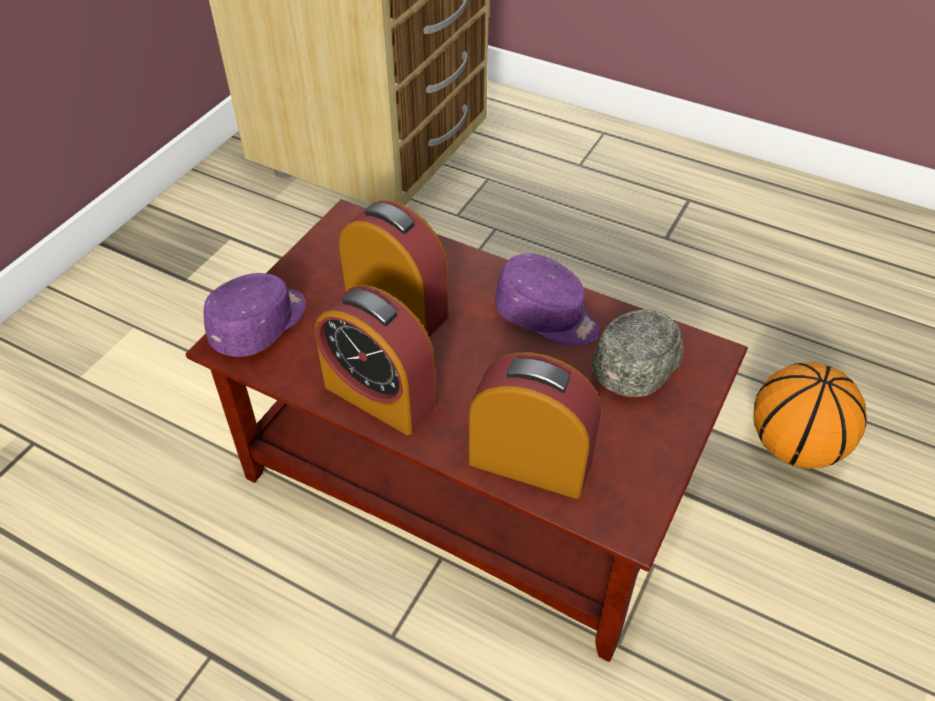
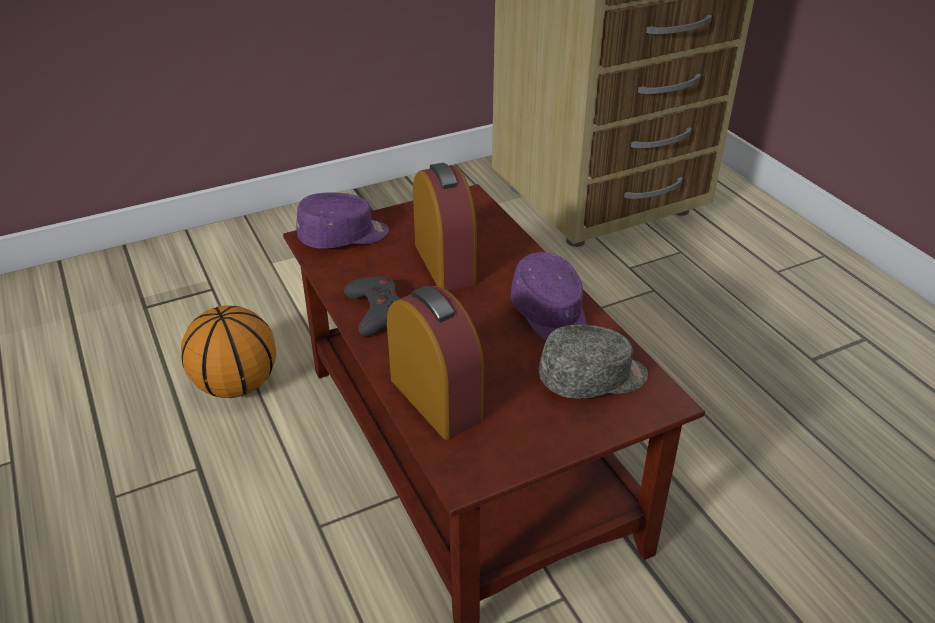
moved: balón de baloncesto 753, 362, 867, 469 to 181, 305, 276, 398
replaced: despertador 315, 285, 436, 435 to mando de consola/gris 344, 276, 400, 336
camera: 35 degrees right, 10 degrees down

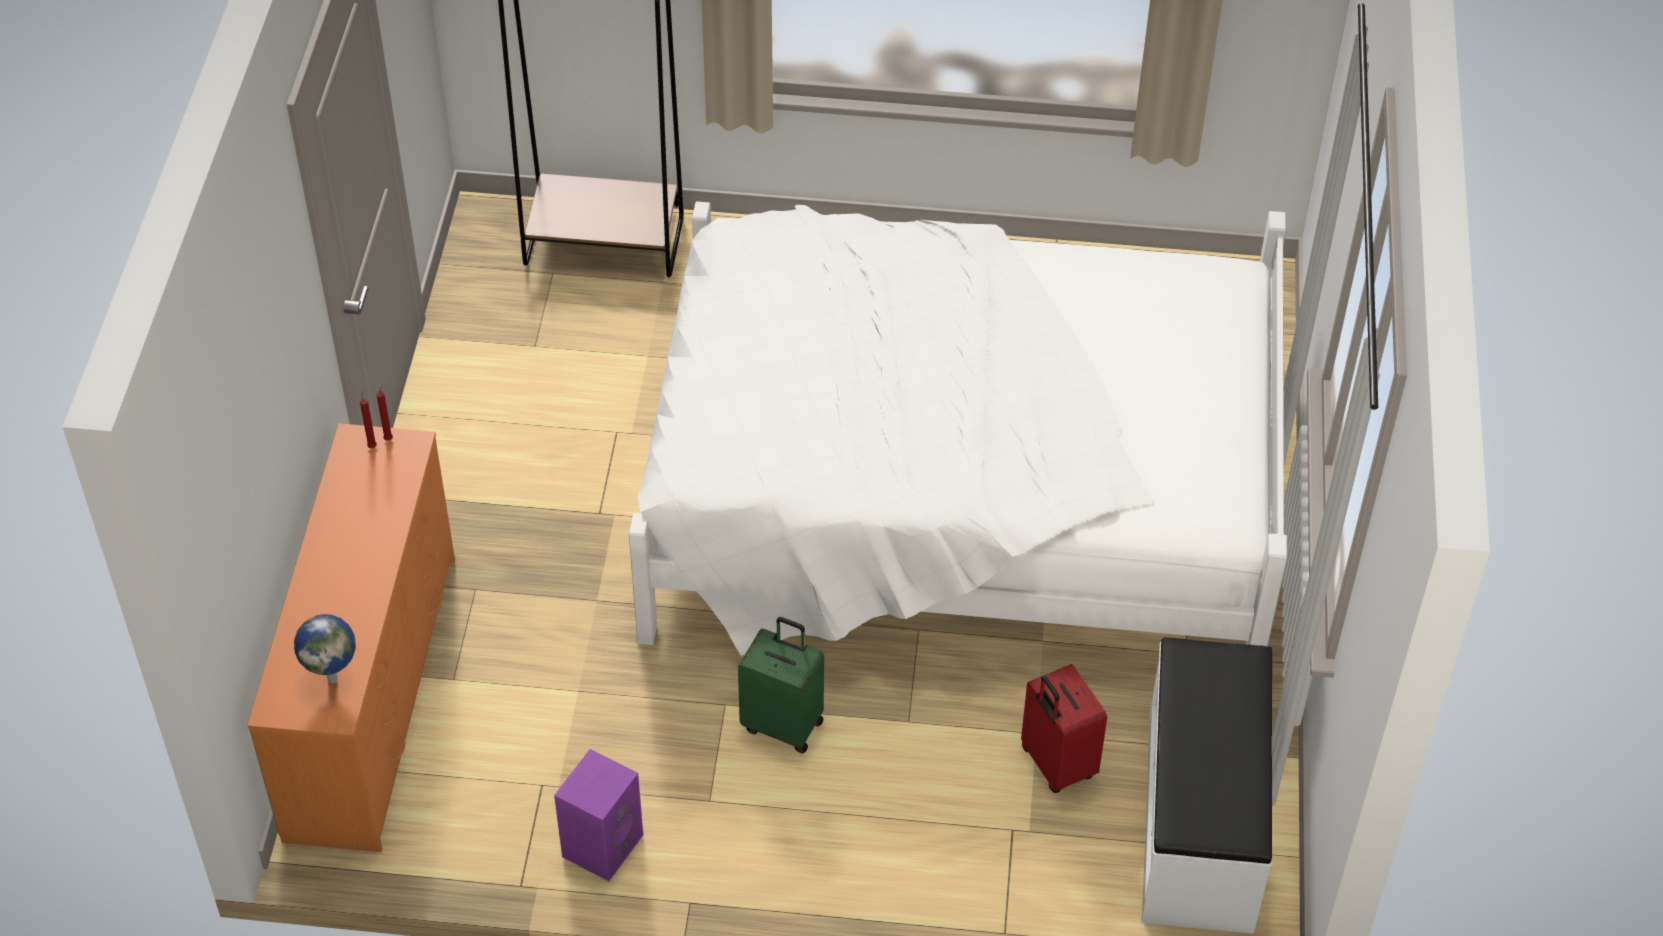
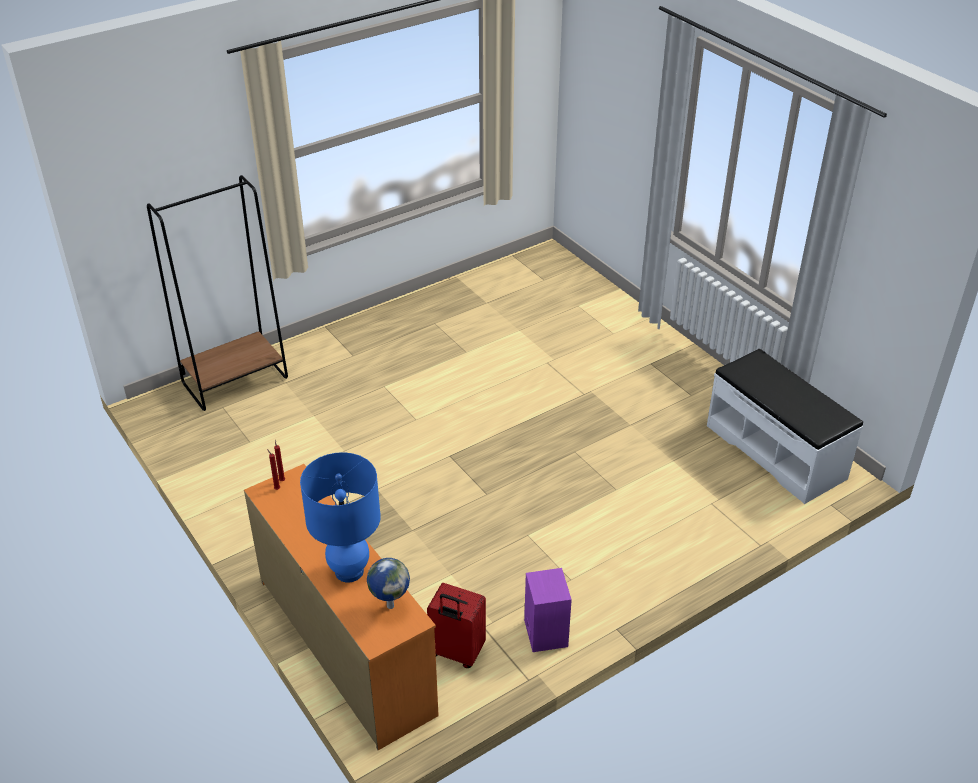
removed: cama/blanco 629, 201, 1288, 656; maleta/verde 738, 617, 824, 753
added: lámpara de mesa/azul 300, 452, 381, 583
moved: maleta/rojo 1021, 664, 1107, 793 to 427, 583, 486, 668
camera: 40 degrees left, 10 degrees down

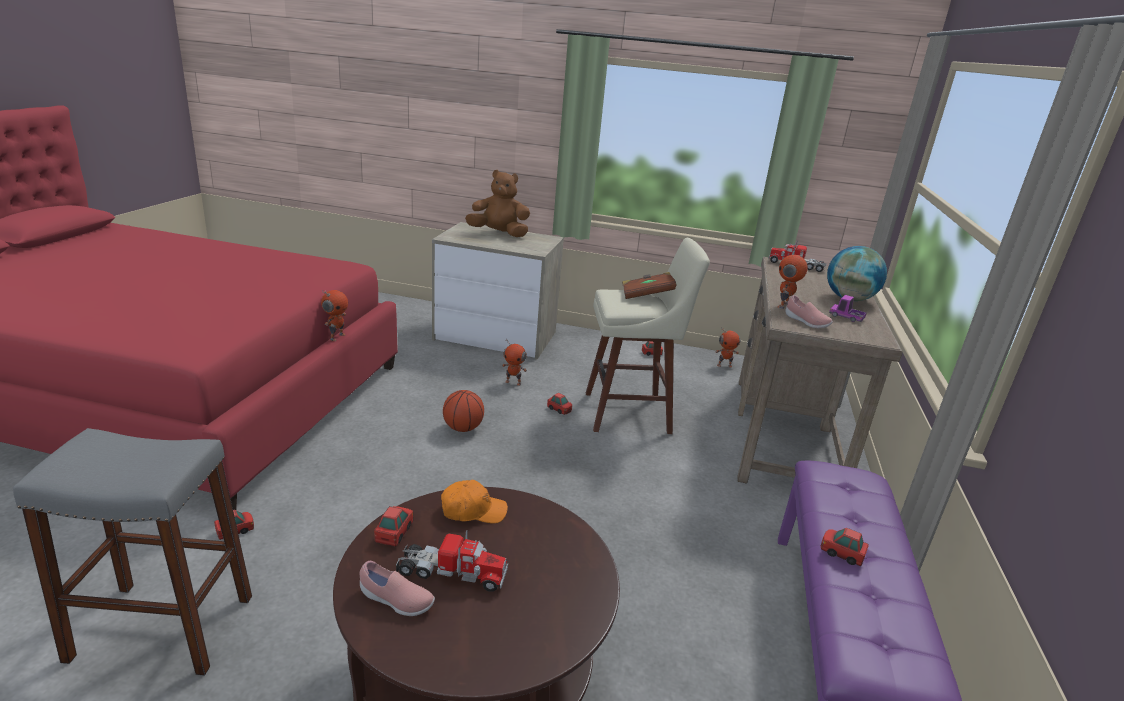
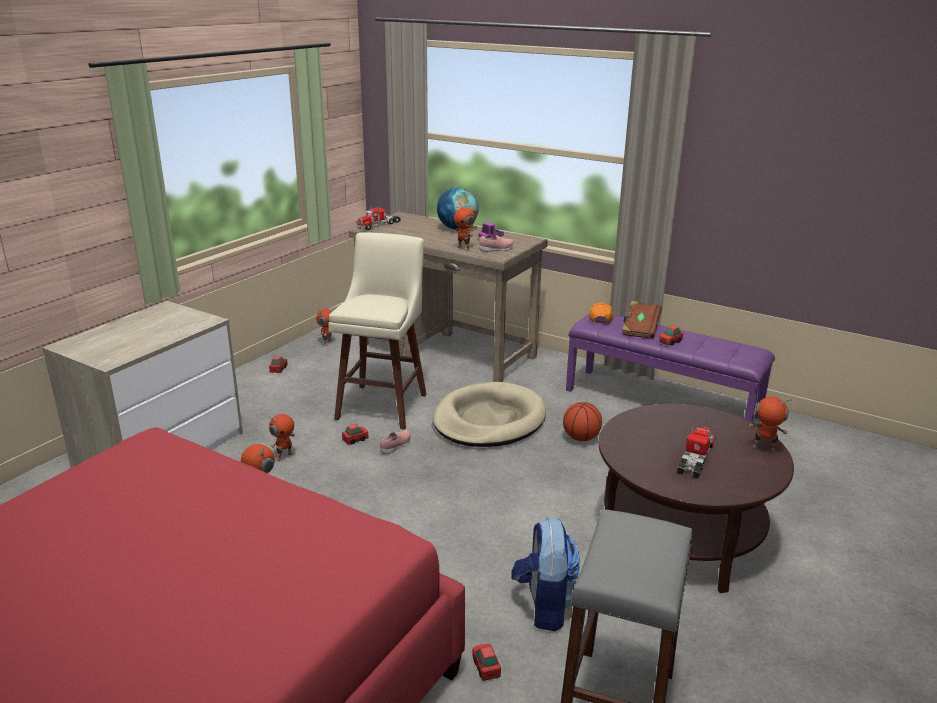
removed: coche de juguete 374, 506, 413, 547; peluche/marrón 465, 170, 530, 237
added: cama para perro/beis 433, 382, 546, 447; mochila 511, 517, 580, 631; robot de juguete 749, 397, 792, 452
moved: zapato/rosa 360, 561, 435, 616 to 380, 430, 411, 454; gorra/naranja 441, 480, 508, 524 to 589, 302, 613, 323; balón de baloncesto 443, 390, 484, 432 to 563, 402, 602, 441; libro/marrón 622, 272, 676, 299 to 622, 301, 662, 339
camera: 70 degrees left, 0 degrees up

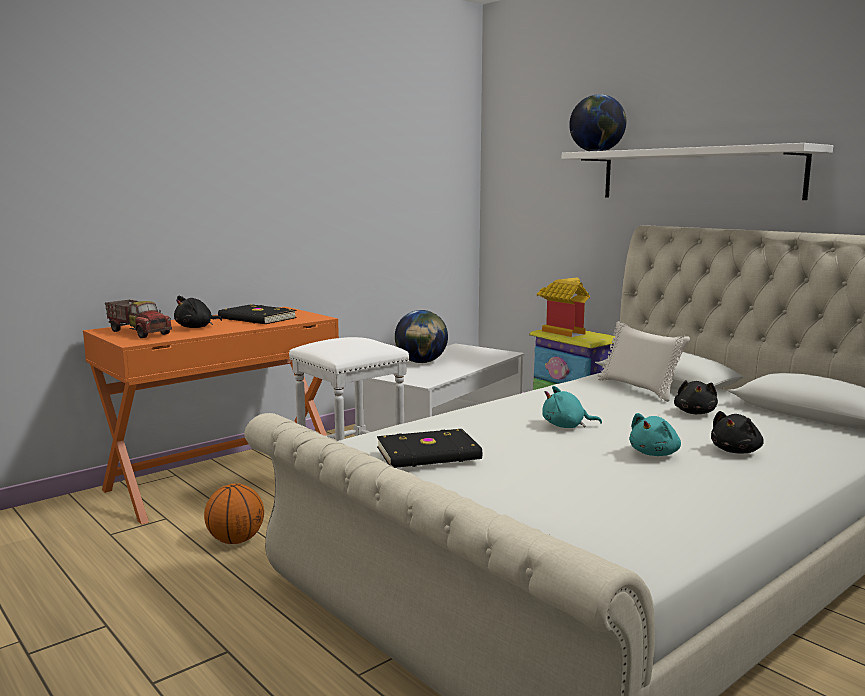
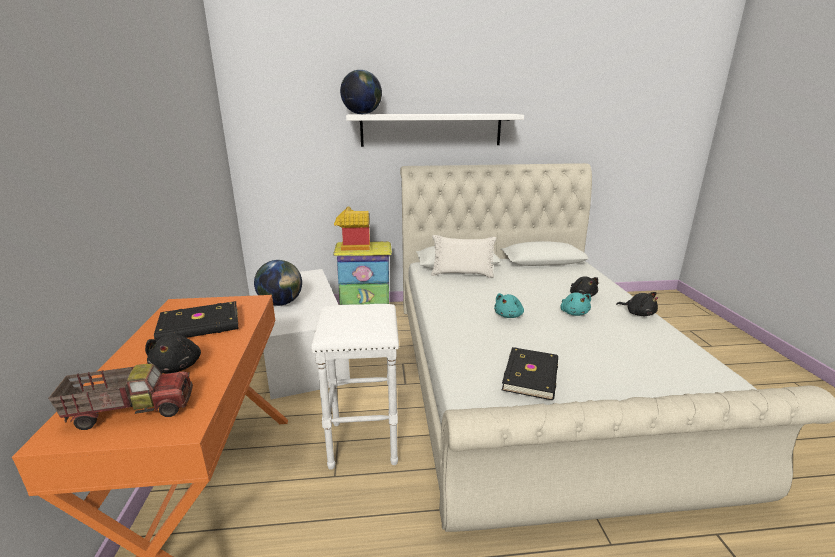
removed: balón de baloncesto 204, 483, 264, 544
moved: peluche/negro 674, 380, 718, 414 to 616, 292, 658, 316
camera: 55 degrees left, 10 degrees up

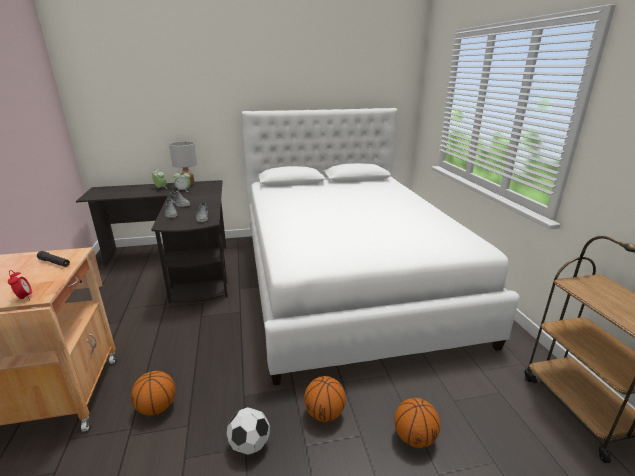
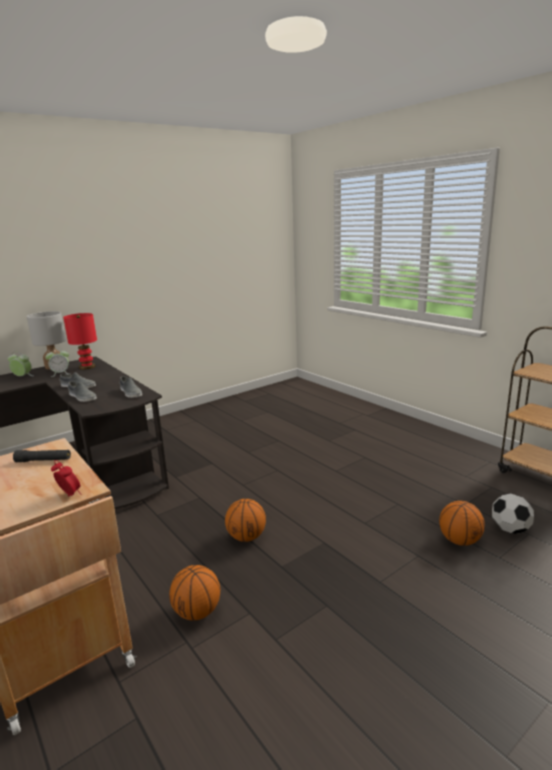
removed: cama/blanco 241, 108, 520, 385
added: lámpara de mesa/rojo 63, 313, 97, 370
moved: balón de fútbol 226, 407, 270, 455 to 492, 494, 534, 534; balón de baloncesto 304, 376, 346, 422 to 225, 499, 266, 542
camera: 25 degrees left, 5 degrees down

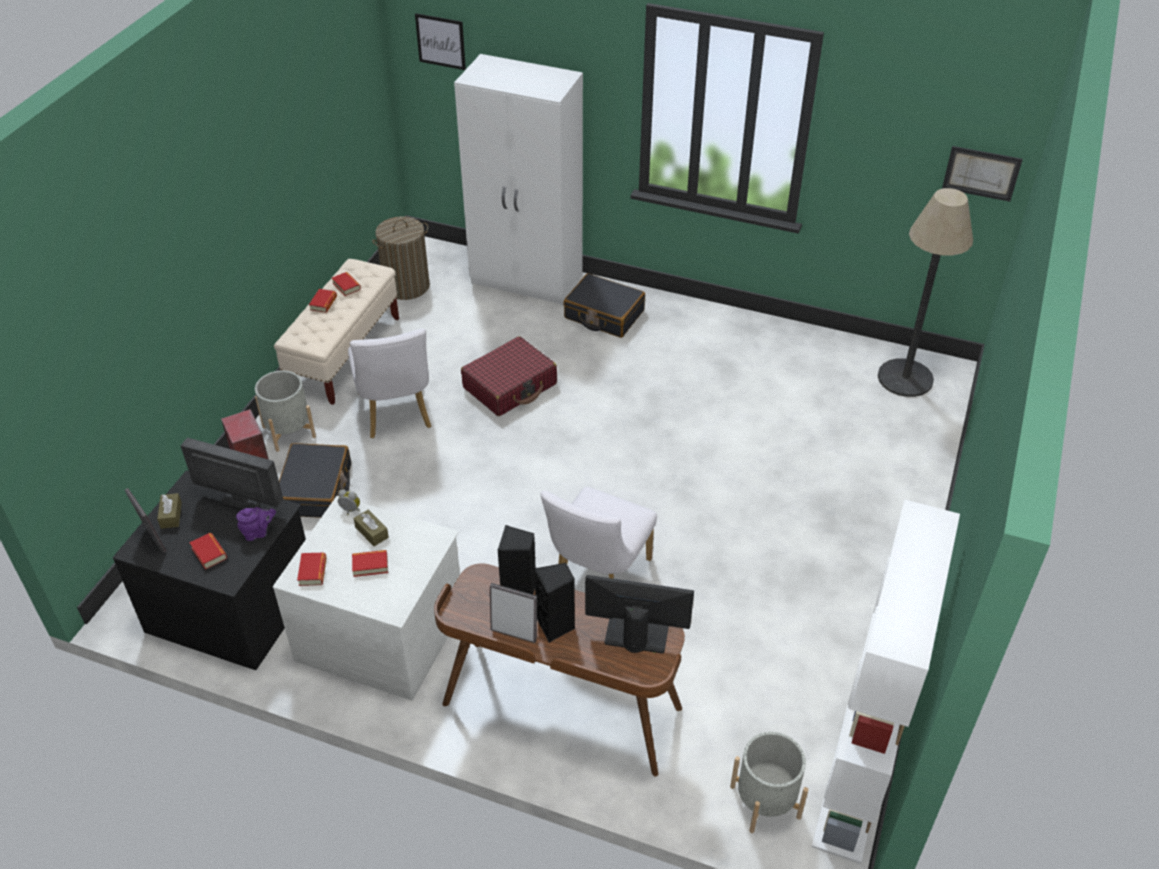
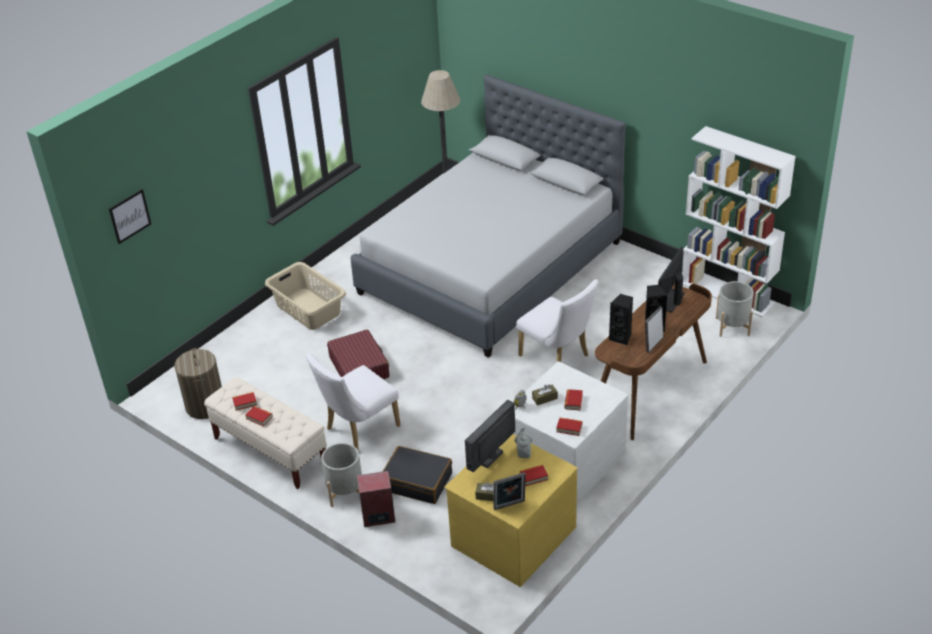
removed: armario ropero/blanco 454, 54, 583, 306; cuadro 942, 146, 1023, 202
added: cama/gris 351, 75, 626, 358
replaced: maleta/negro 563, 273, 645, 338 to cesto de la ropa/beis 265, 262, 346, 330
recoloured: cómoda/negro 113, 470, 306, 670 to cómoda/amarillo 444, 434, 578, 587; tetera/morado 236, 507, 276, 541 to tetera/gris 514, 427, 532, 458
turned: silla/blanco 348, 328, 431, 438 = 306, 353, 401, 449 135 degrees clockwise
camera: 70 degrees left, 5 degrees down

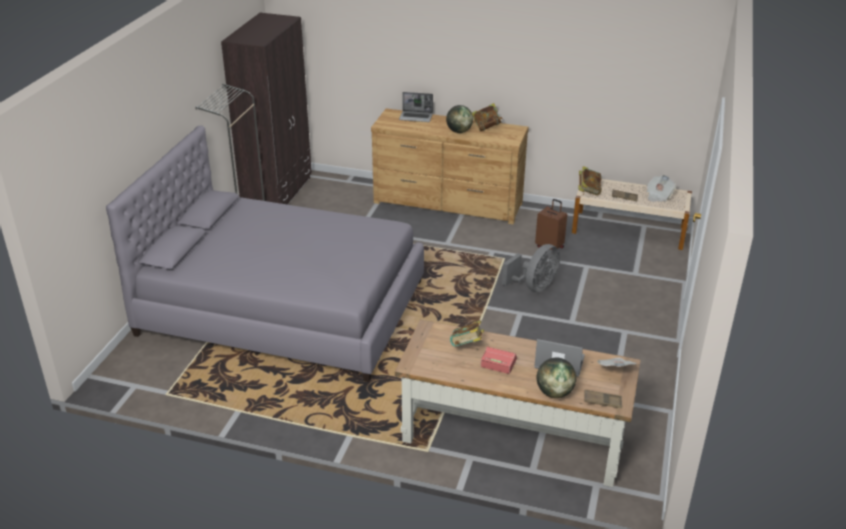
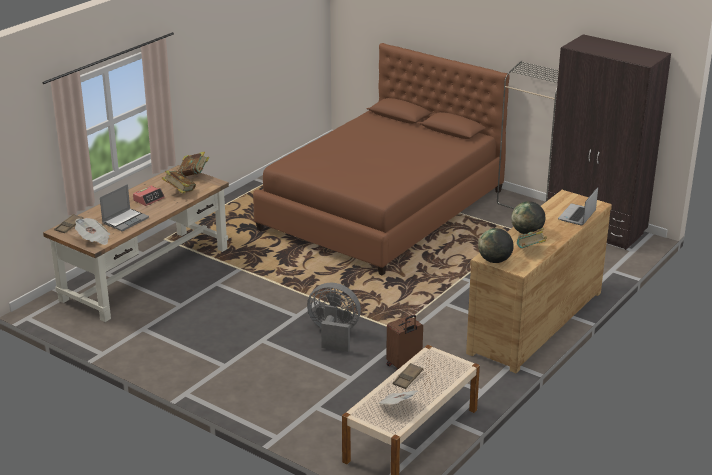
moved: globo terráqueo 537, 357, 576, 398 to 478, 228, 514, 263; libro 578, 166, 601, 195 to 178, 152, 209, 177
recoloured: cama/gris 106, 125, 424, 382 to cama/marrón 253, 43, 510, 276
turned: ventilador/gris 502, 244, 560, 292 = 307, 283, 361, 352 135 degrees clockwise
camera: 110 degrees right, 5 degrees down

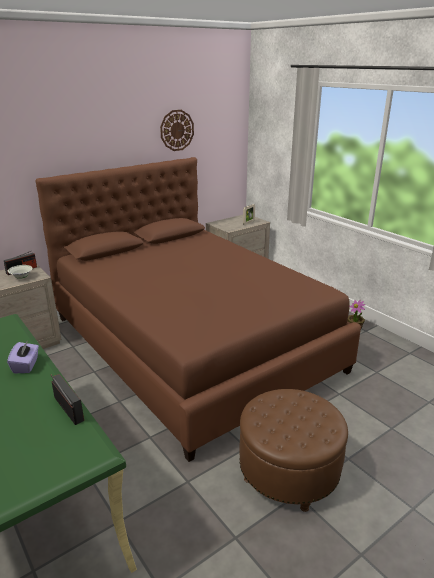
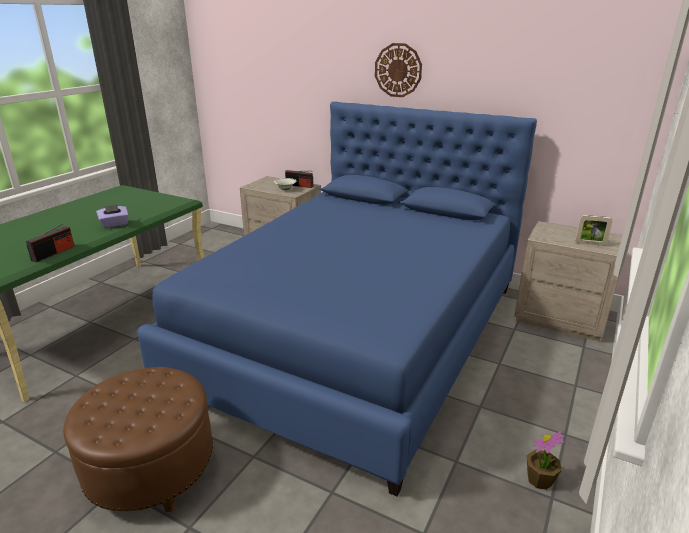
moved: reloj de pared 160, 110, 194, 151 to 375, 43, 422, 97
recoloured: cama/marrón 36, 157, 361, 462 to cama/azul 137, 102, 537, 496
camera: 65 degrees right, 0 degrees up

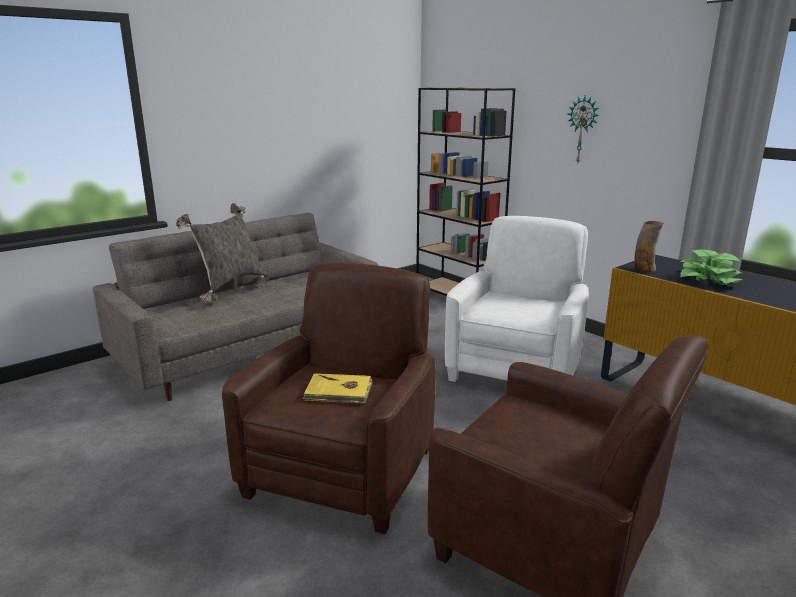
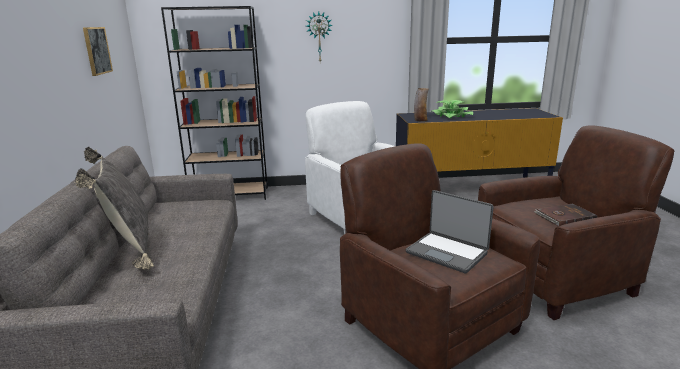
added: cuadro 83, 27, 113, 76; libro/marrón 534, 204, 597, 227
replaced: libro/amarillo 303, 373, 372, 404 to portátil 406, 190, 494, 273
camera: 55 degrees left, 0 degrees up

